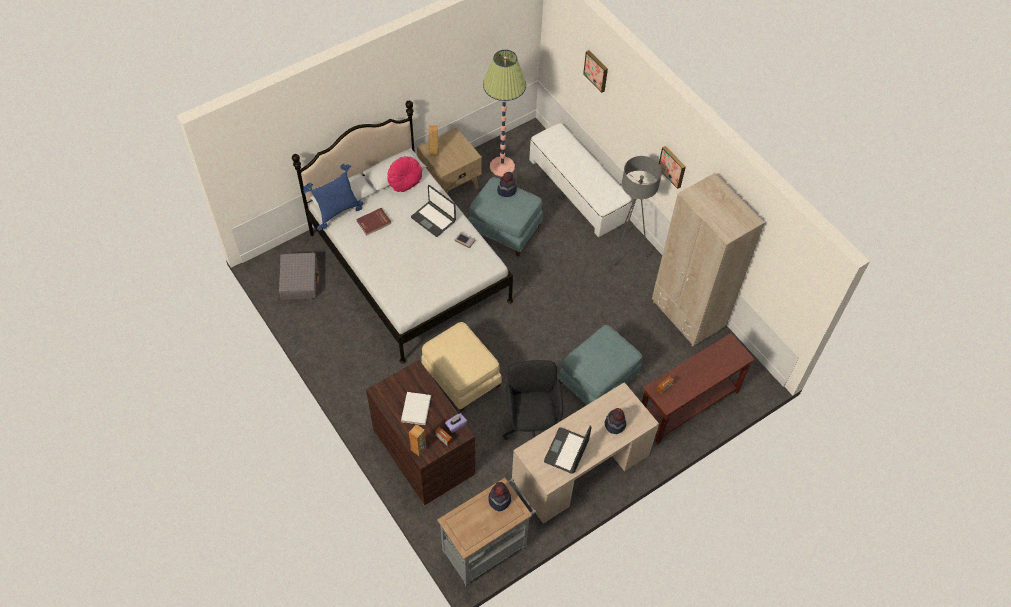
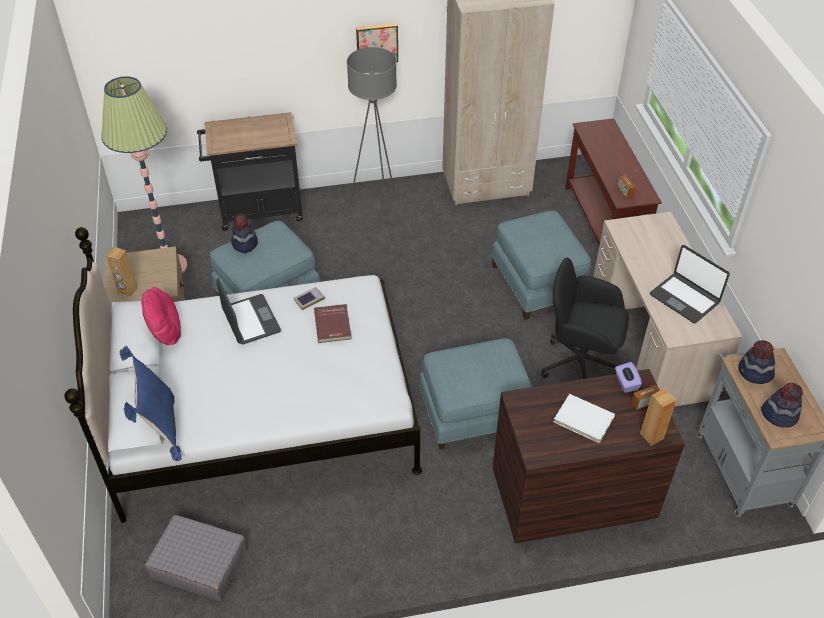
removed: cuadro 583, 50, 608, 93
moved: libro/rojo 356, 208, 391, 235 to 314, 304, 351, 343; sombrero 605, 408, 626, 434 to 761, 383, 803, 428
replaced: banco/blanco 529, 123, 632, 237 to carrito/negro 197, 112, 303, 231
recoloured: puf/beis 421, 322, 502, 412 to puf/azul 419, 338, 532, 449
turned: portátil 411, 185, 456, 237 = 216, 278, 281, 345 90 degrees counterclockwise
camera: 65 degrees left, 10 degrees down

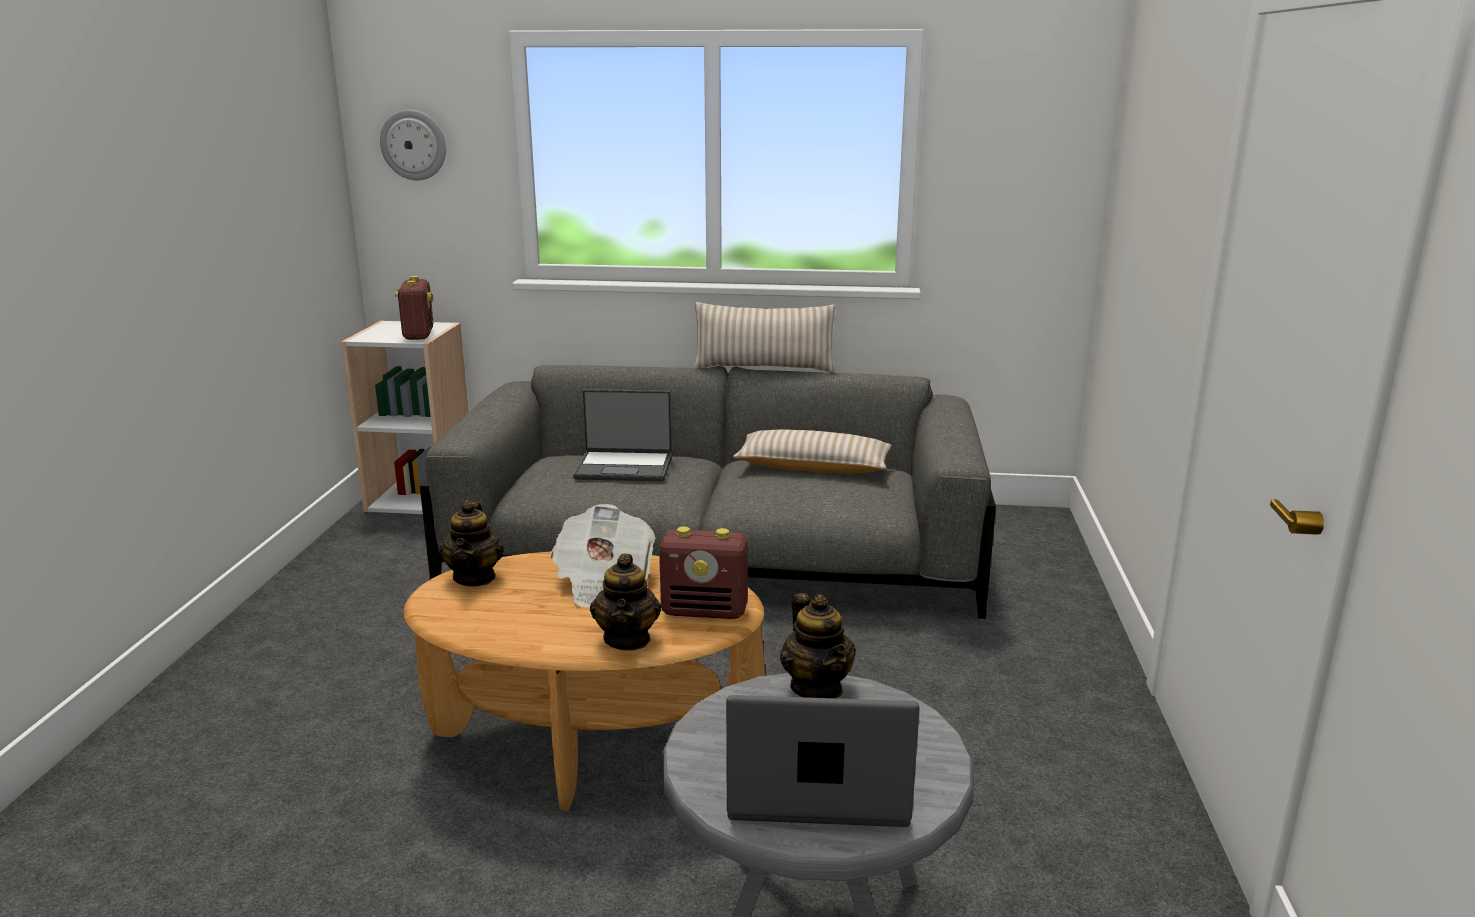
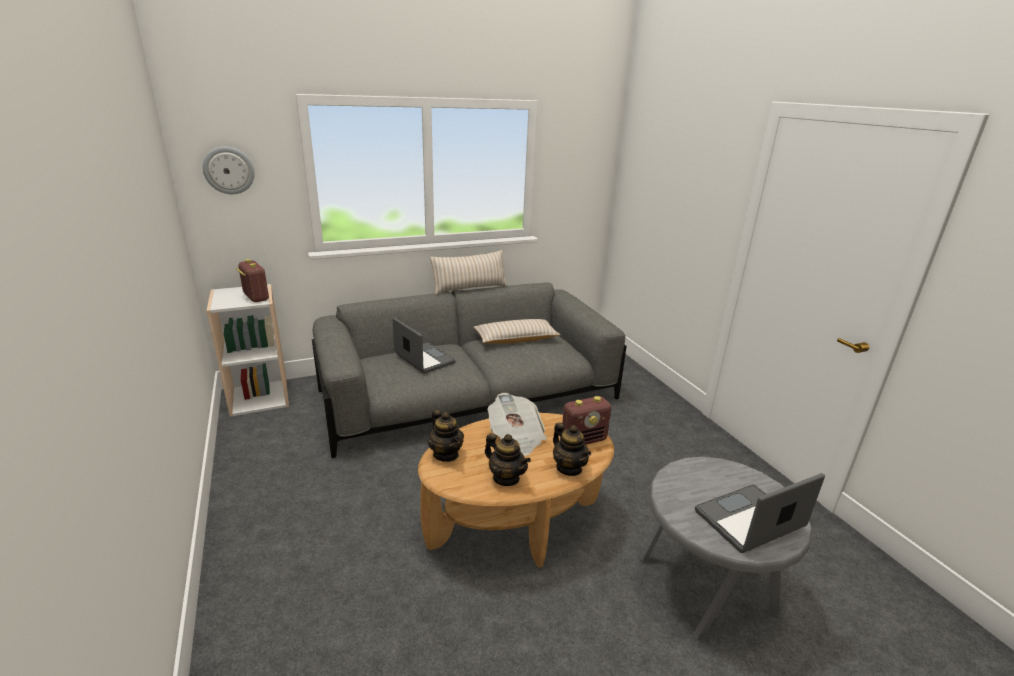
moved: tetera 780, 593, 856, 698 to 485, 433, 531, 486
turned: portátil 573, 389, 672, 481 = 392, 318, 456, 374 105 degrees counterclockwise
camera: 30 degrees left, 5 degrees up

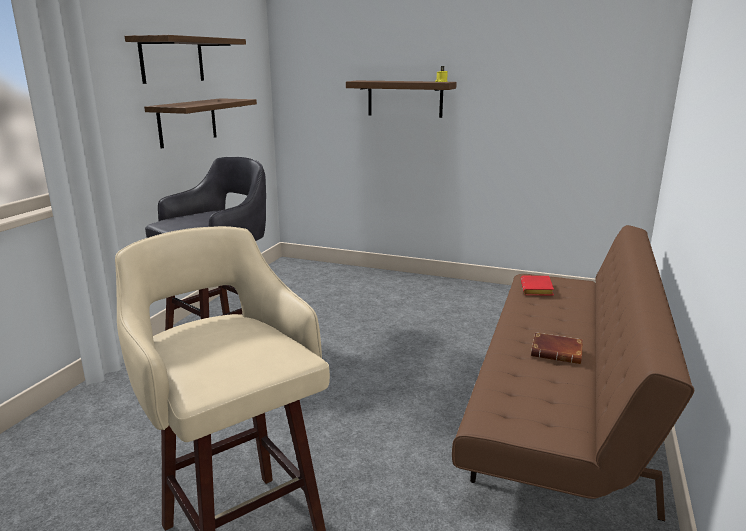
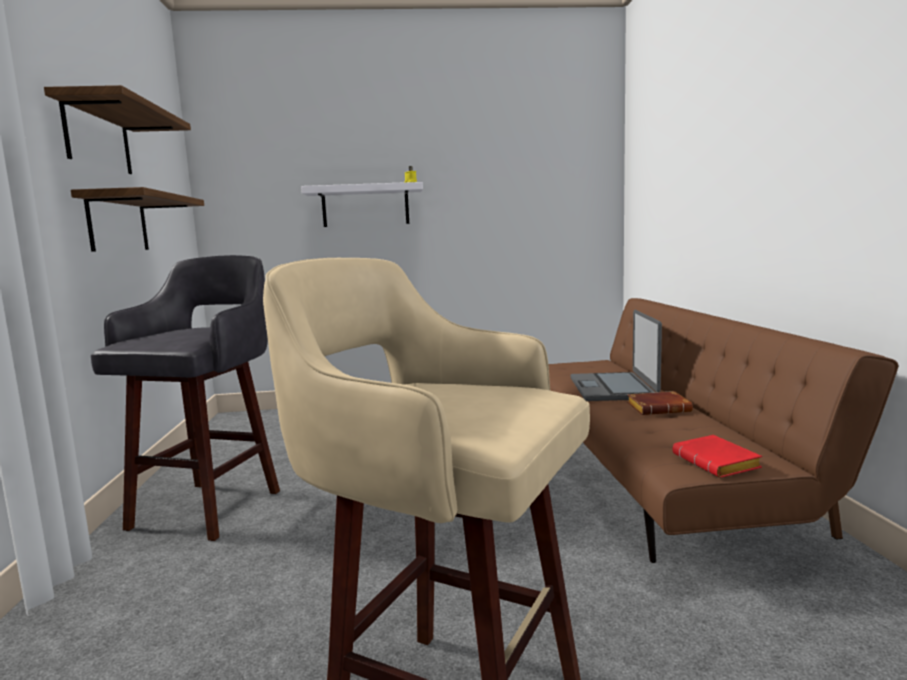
added: portátil 570, 310, 662, 401
moved: libro/rojo 521, 276, 554, 295 to 673, 435, 762, 478
recoloured: estante/marrón 346, 81, 457, 118 to estante/blanco 301, 182, 423, 227
camera: 25 degrees left, 10 degrees down

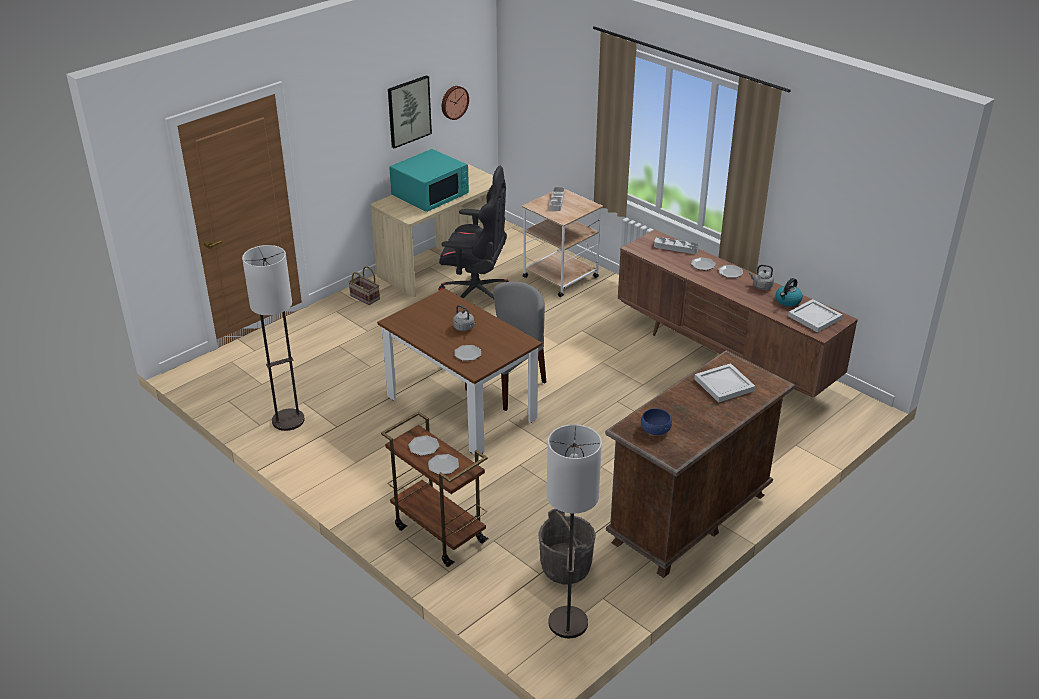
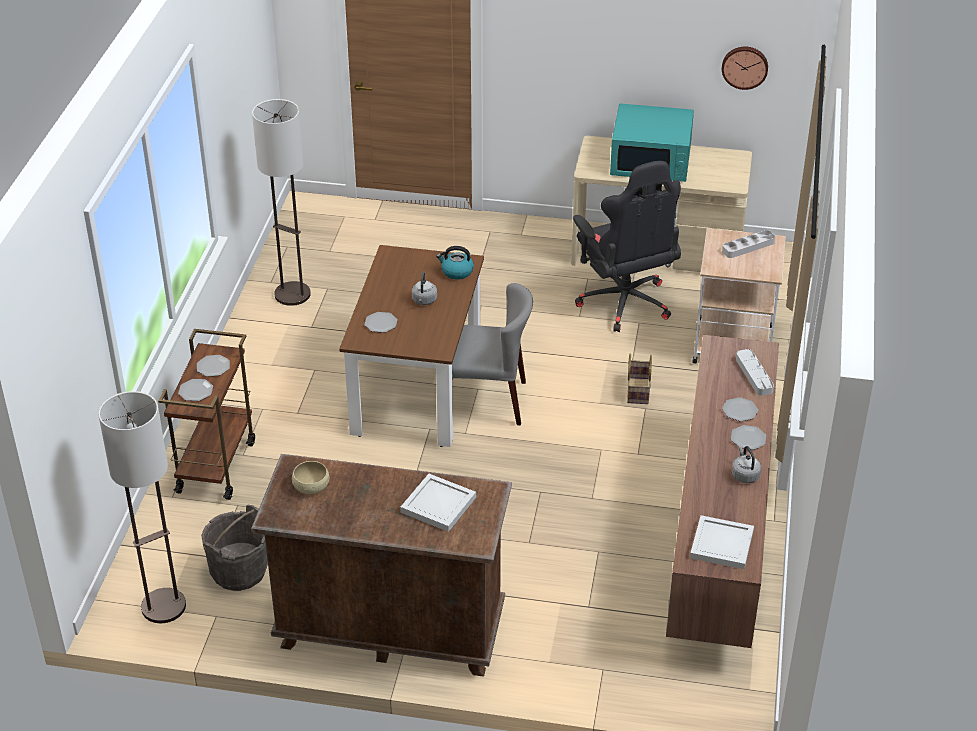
removed: cuadro 388, 75, 432, 149
moved: cesta 348, 266, 380, 305 to 627, 354, 652, 404; hervidor 776, 278, 803, 307 to 436, 246, 474, 279
recoloured: cuenco/azul 641, 409, 672, 435 to cuenco/beis 292, 461, 329, 494
camera: 55 degrees right, 5 degrees up

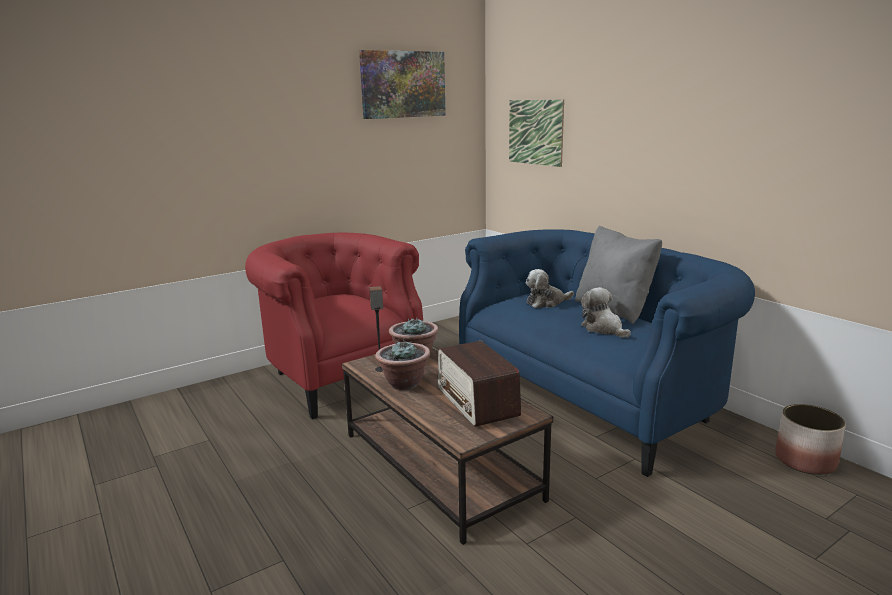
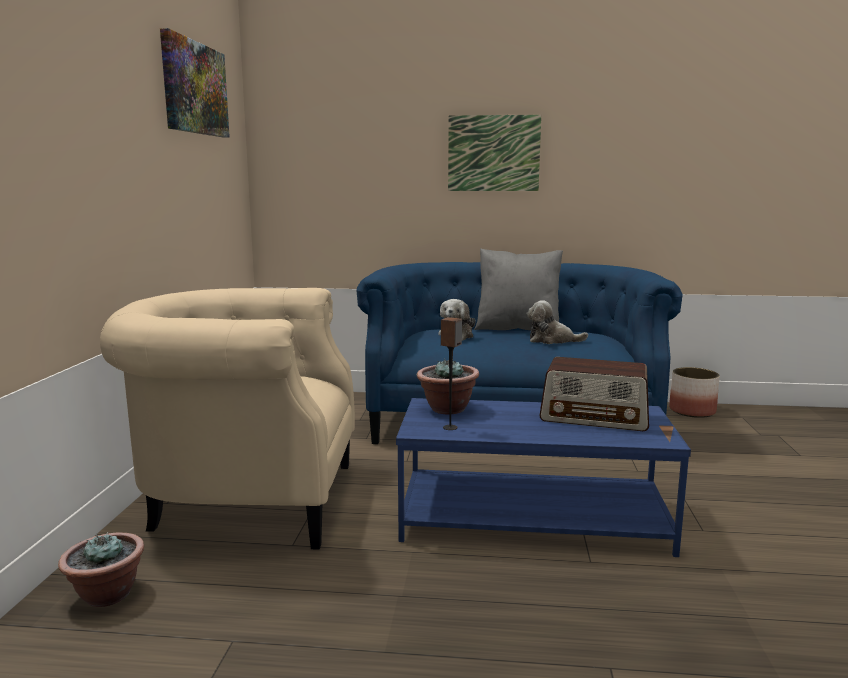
moved: planta en maceta 375, 340, 430, 390 to 58, 532, 144, 607; cuadro 509, 100, 564, 167 to 448, 115, 541, 191
recoloured: sillón/rojo 245, 233, 423, 419 to sillón/beis 100, 288, 355, 549; mesa de centro/marrón 342, 349, 553, 545 to mesa de centro/azul 396, 398, 691, 557
camera: 50 degrees left, 5 degrees down

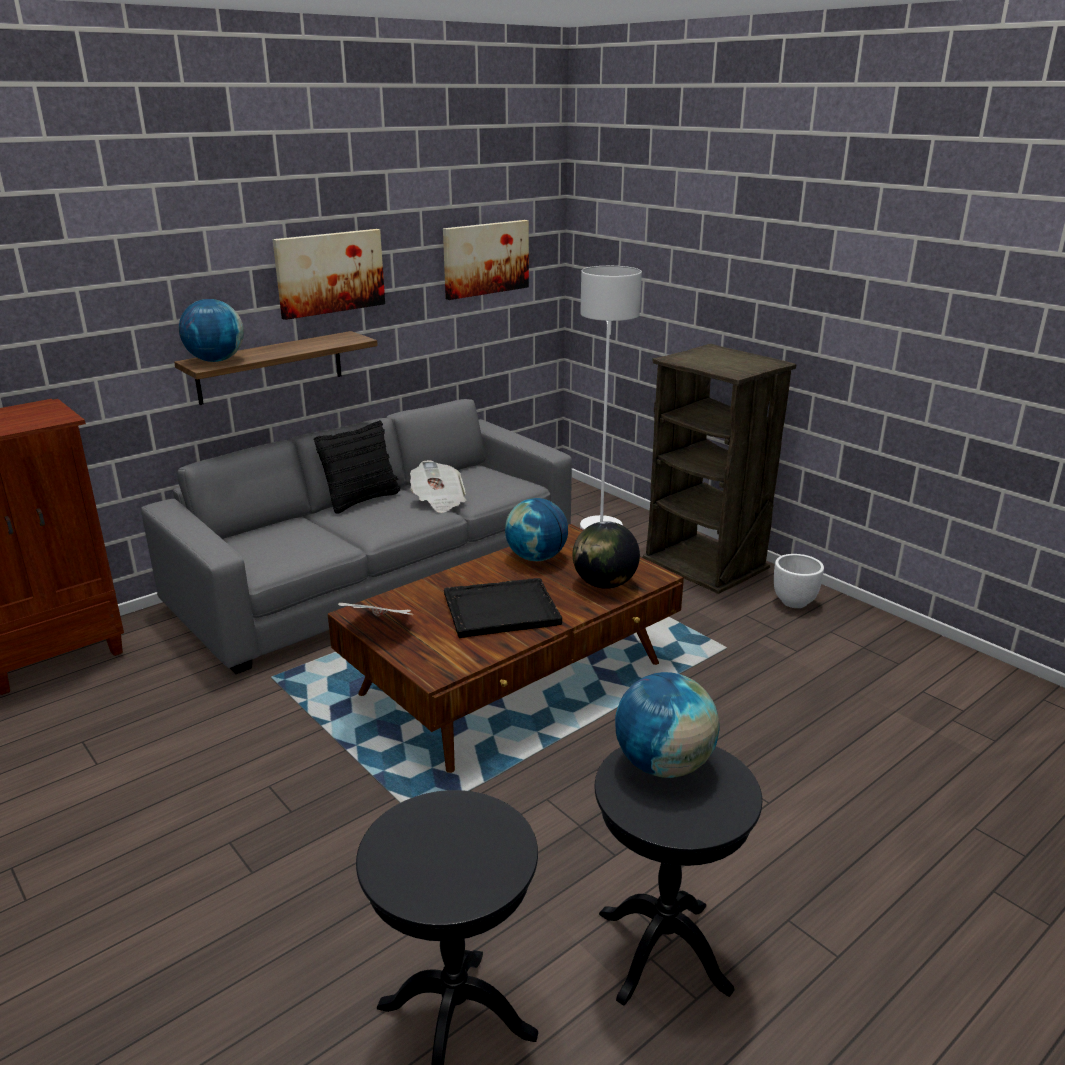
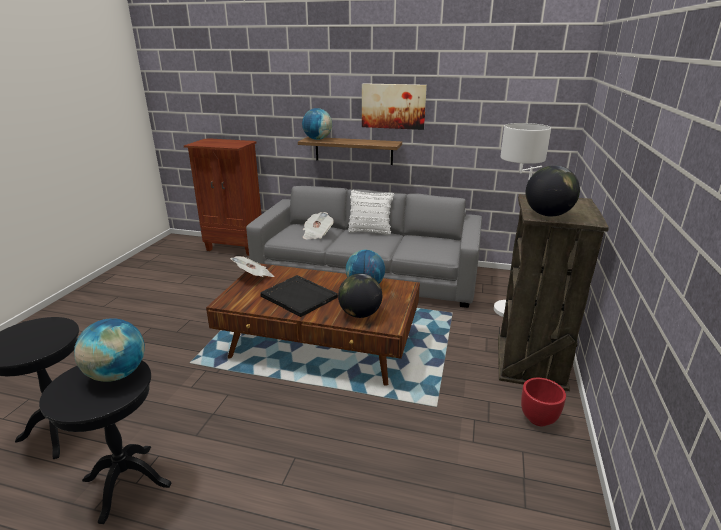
removed: cuadro 443, 220, 529, 300
added: globo terráqueo 526, 165, 580, 216
moved: periódico 410, 460, 466, 513 to 303, 212, 334, 239
recoloured: cojín/negro 313, 420, 401, 514 to cojín/blanco 348, 190, 394, 235; maceta/blanco 774, 554, 824, 608 to maceta/rojo 521, 378, 566, 426
camera: 55 degrees right, 0 degrees up

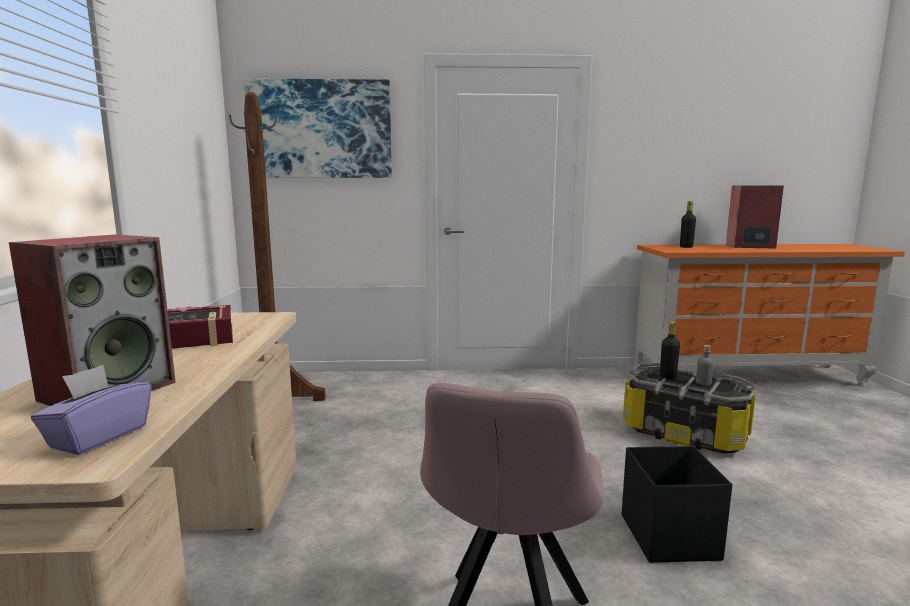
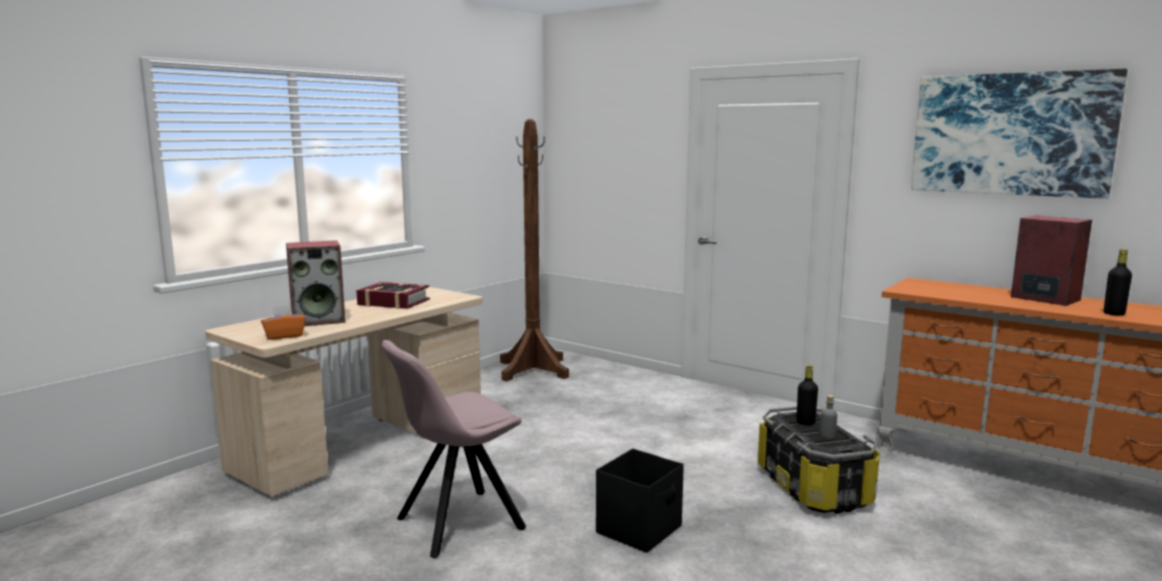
moved: cuadro 244, 78, 392, 178 to 911, 69, 1127, 199; botella/negro 680, 201, 696, 248 to 1104, 249, 1132, 316
recoloured: caja de pañuelos/morado 31, 365, 152, 455 to caja de pañuelos/naranja 261, 304, 306, 340
camera: 40 degrees right, 0 degrees up

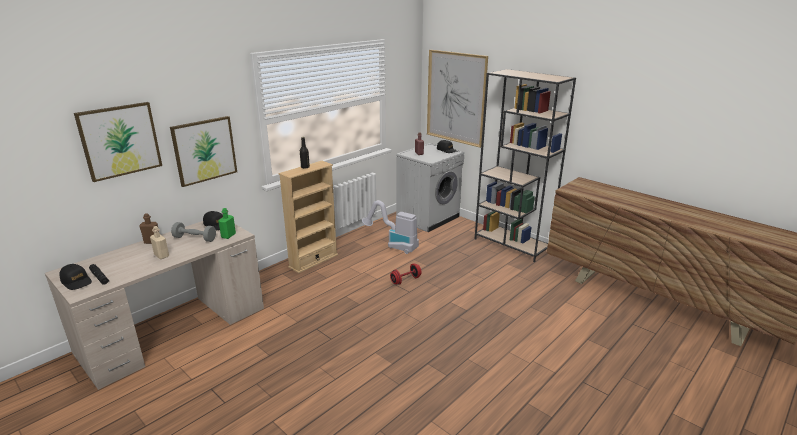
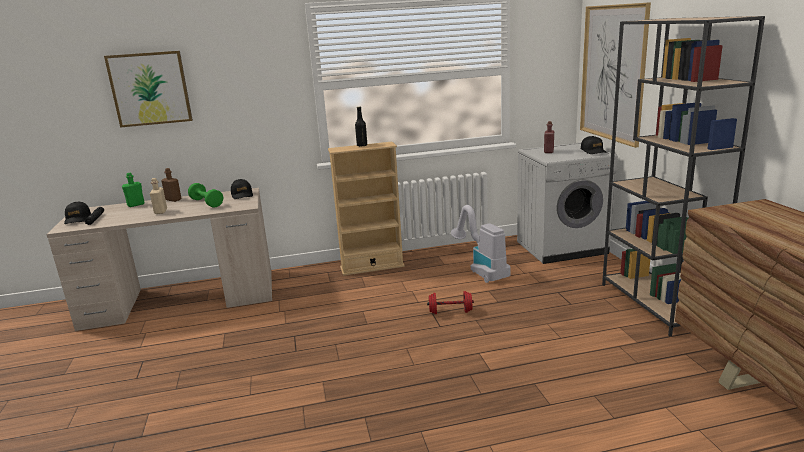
removed: cuadro 170, 116, 237, 187
moved: botella/verde 218, 208, 236, 239 to 122, 173, 145, 207
recoloured: mancuerna/gris 171, 222, 216, 242 to mancuerna/verde 188, 183, 223, 208
camera: 35 degrees right, 5 degrees down

